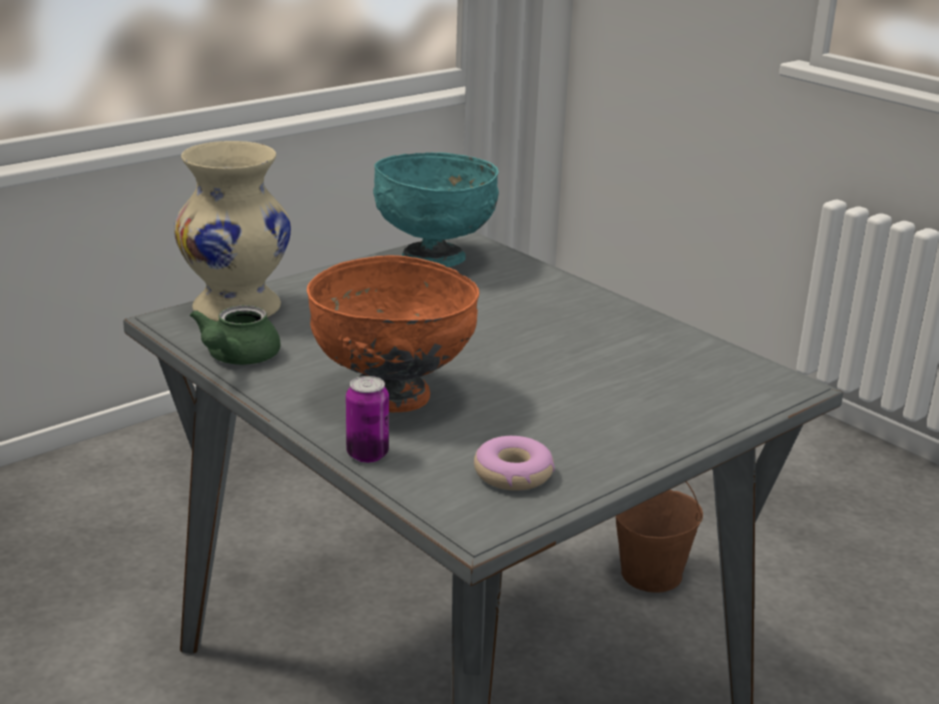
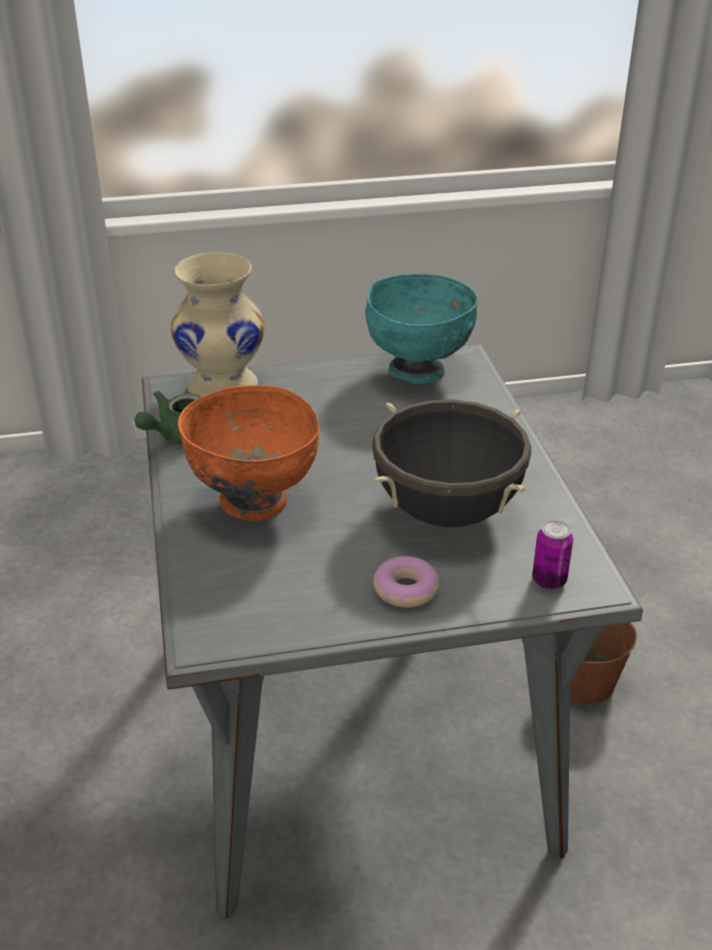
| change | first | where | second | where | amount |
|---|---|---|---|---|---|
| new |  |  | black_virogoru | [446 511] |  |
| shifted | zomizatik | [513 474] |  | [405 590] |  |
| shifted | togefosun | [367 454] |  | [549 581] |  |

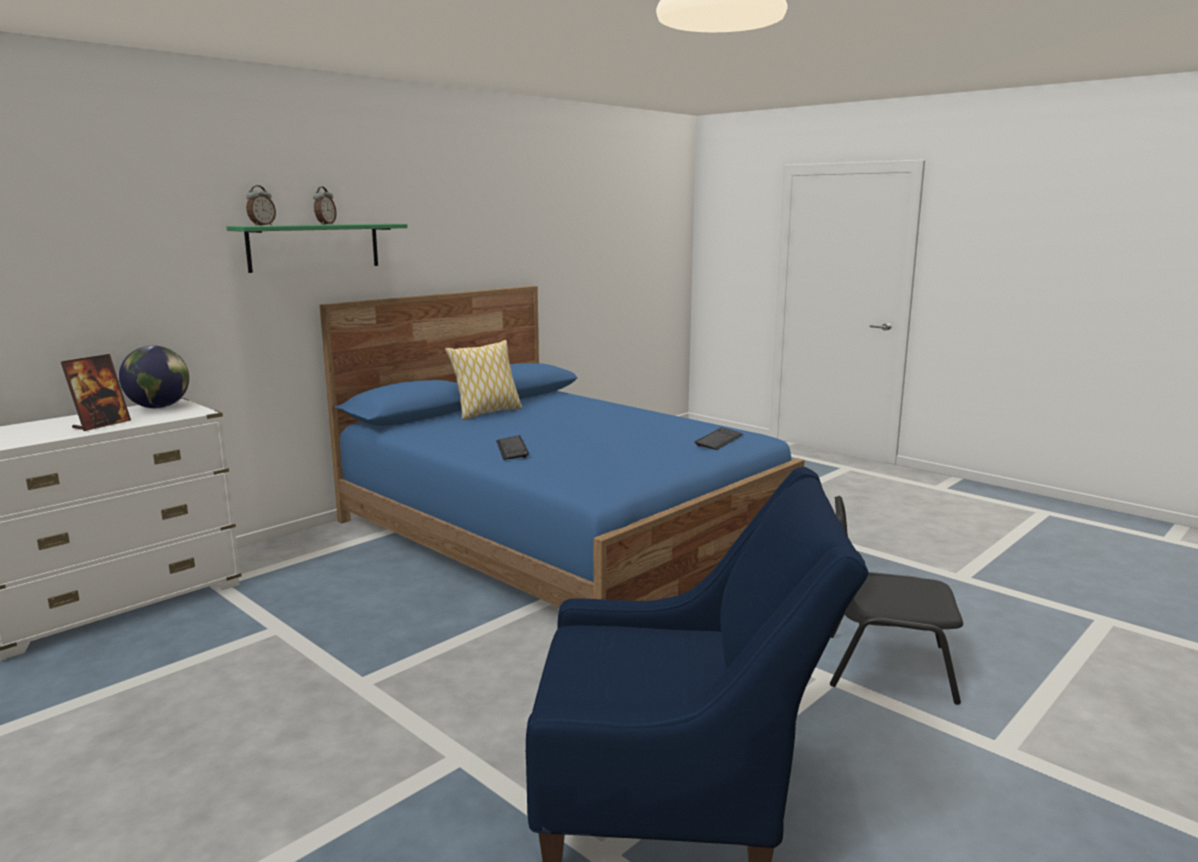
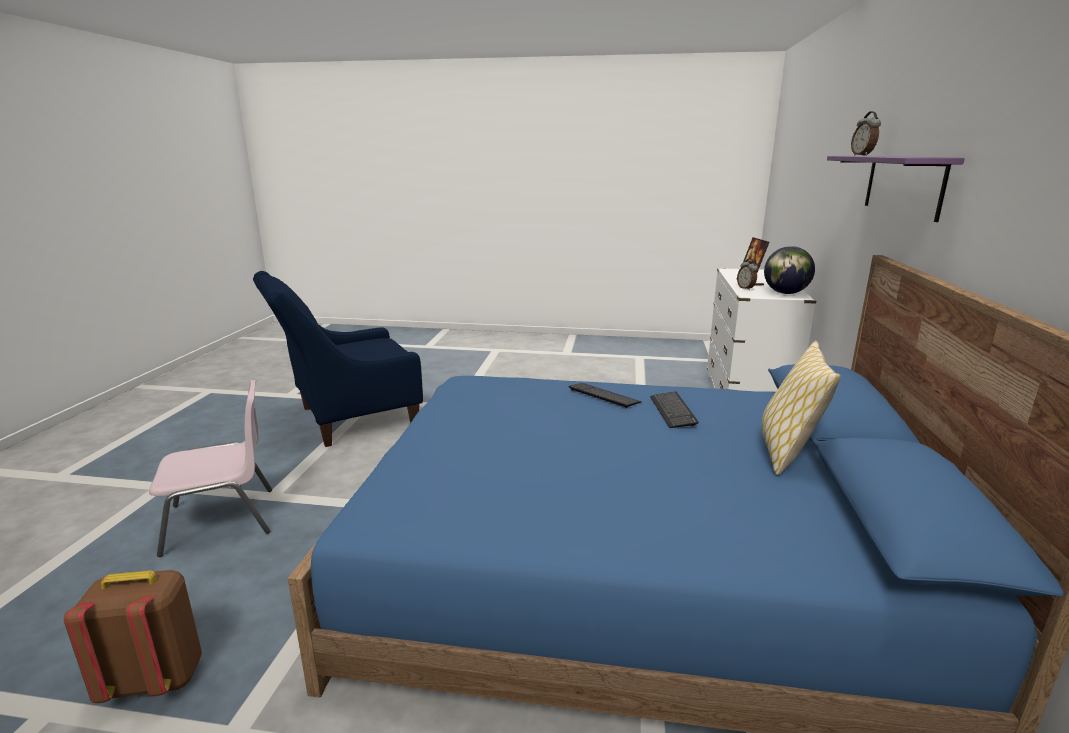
| change | first | where | second | where | amount |
|---|---|---|---|---|---|
| new |  |  | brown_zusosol | [155 679] |  |
| repainted | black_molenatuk | [886 666] | pink_molenatuk | [222 520] |  |
| shifted | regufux | [719 440] |  | [672 411] |  |
| shifted | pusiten | [325 224] |  | [746 288] |  |
| repainted | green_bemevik | [314 247] | purple_bemevik | [903 185] |  |

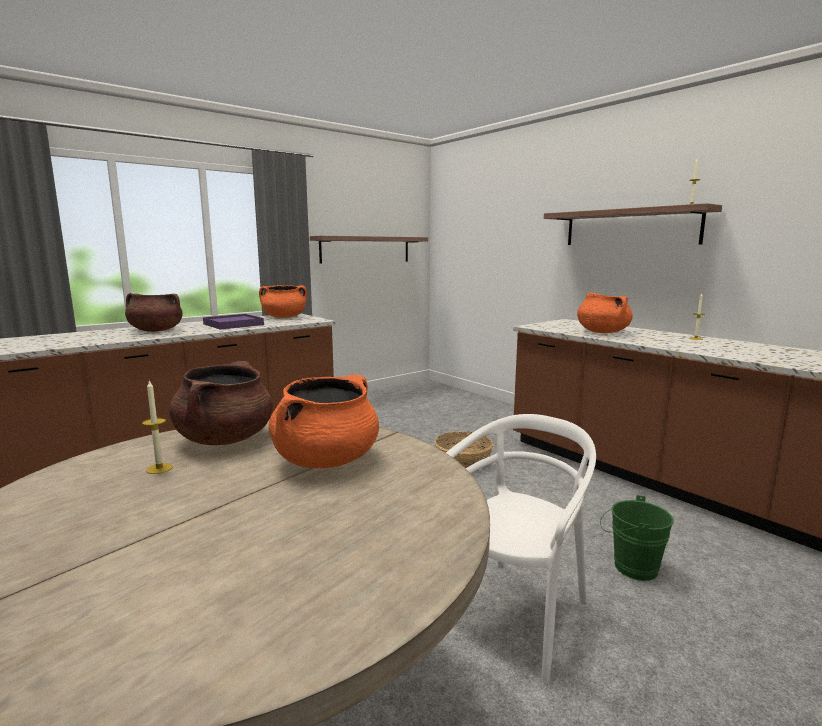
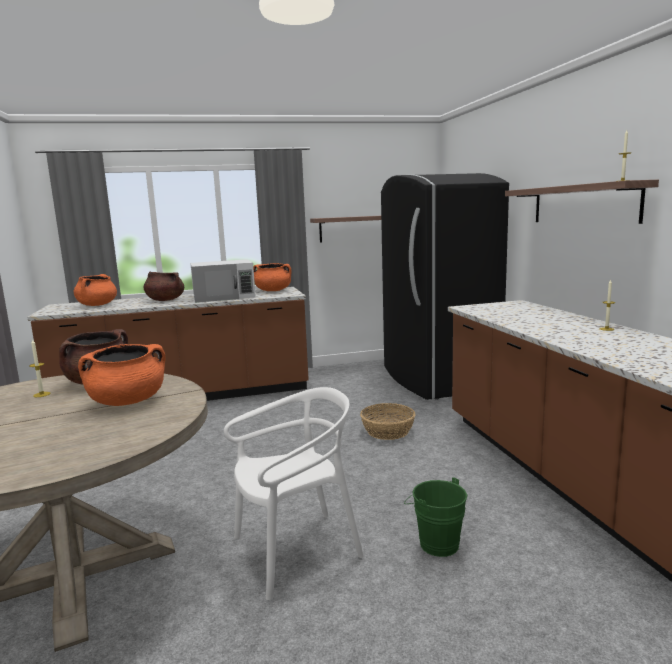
| change | first | where | second | where | amount |
|---|---|---|---|---|---|
| shifted | orange_virogoru | [602 332] |  | [97 305] |  |
| swapped | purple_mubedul | [233 324] | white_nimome | [224 296] |  |
| new |  |  | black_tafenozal | [436 379] |  |

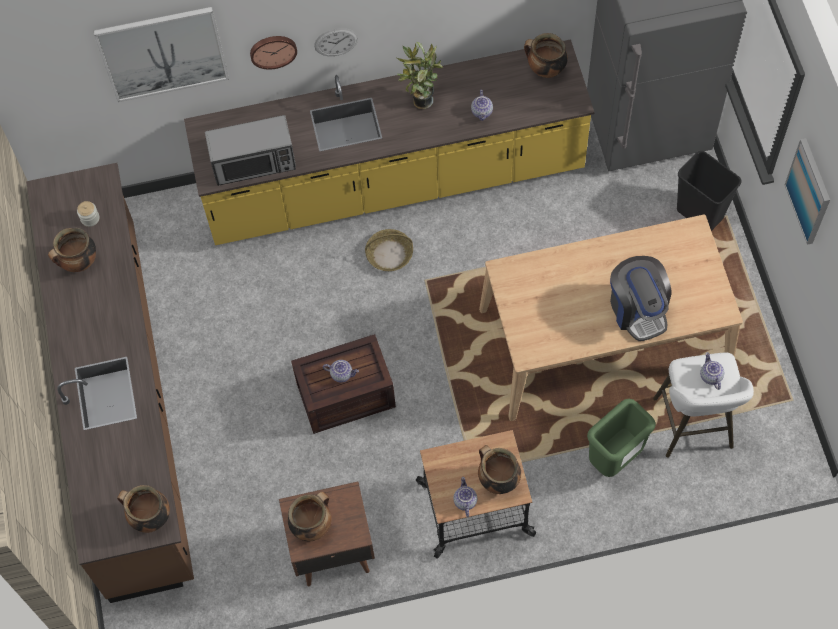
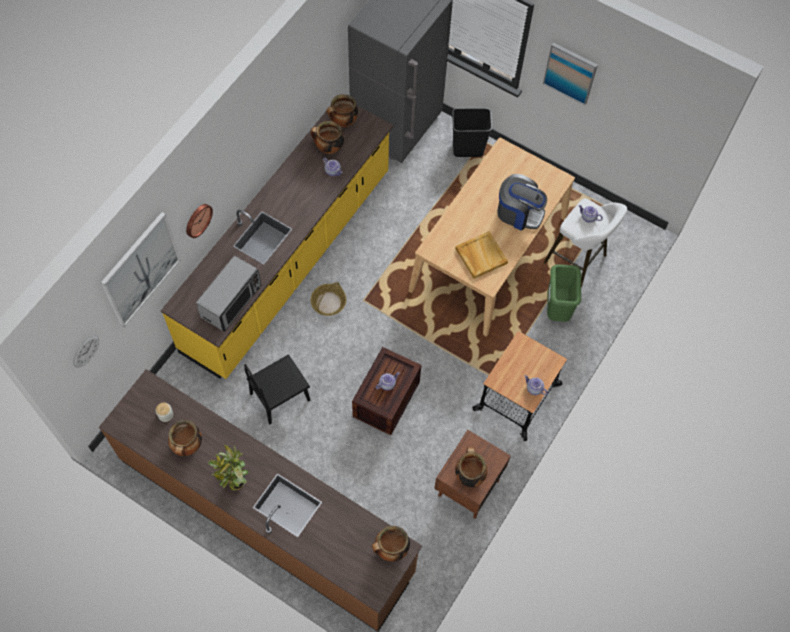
| change | first | where | second | where | amount |
|---|---|---|---|---|---|
| shifted | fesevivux | [336 42] |  | [86 351] |  |
| shifted | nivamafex | [420 101] |  | [235 483] |  |
| new |  |  | black_molenatuk | [280 396] |  |
| shifted | virogoru | [498 480] |  | [328 148] |  |
| new |  |  | beige_mubedul | [480 256] |  |

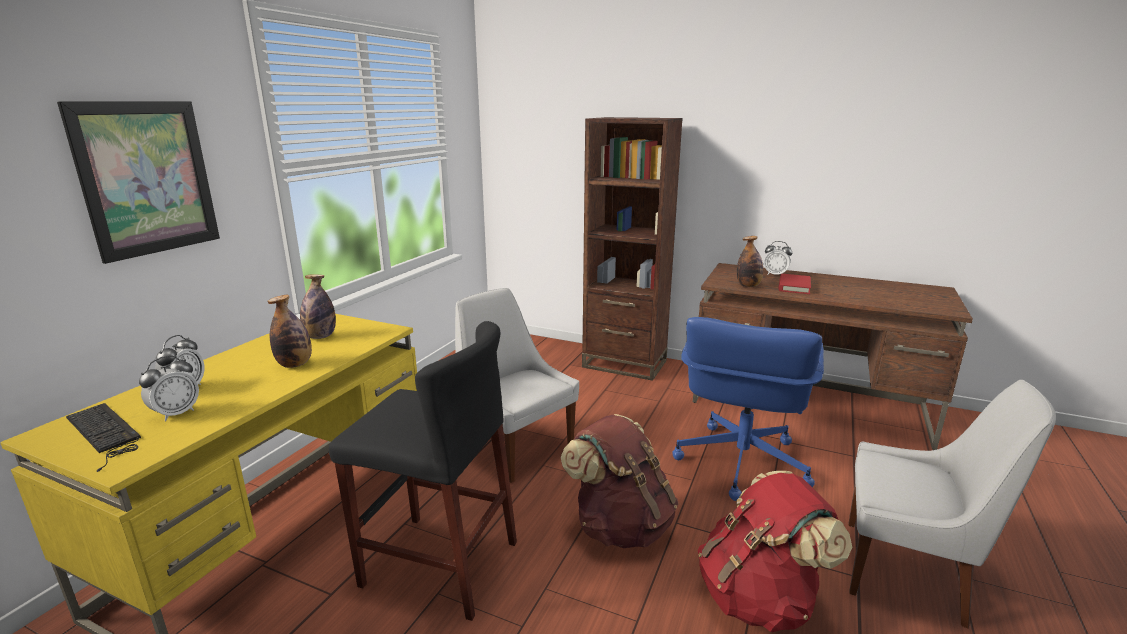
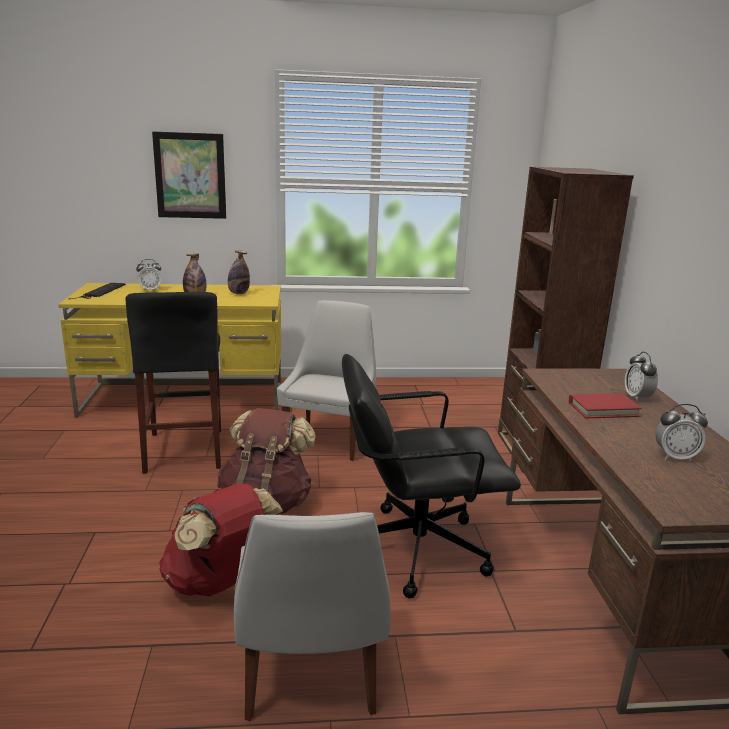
| change | first | where | second | where | amount |
|---|---|---|---|---|---|
| repainted | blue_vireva | [739 462] | black_vireva | [415 548] |  |
| shifted | pusiten | [176 413] |  | [675 457] |  |
| gone | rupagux | [748 286] |  |  |  |

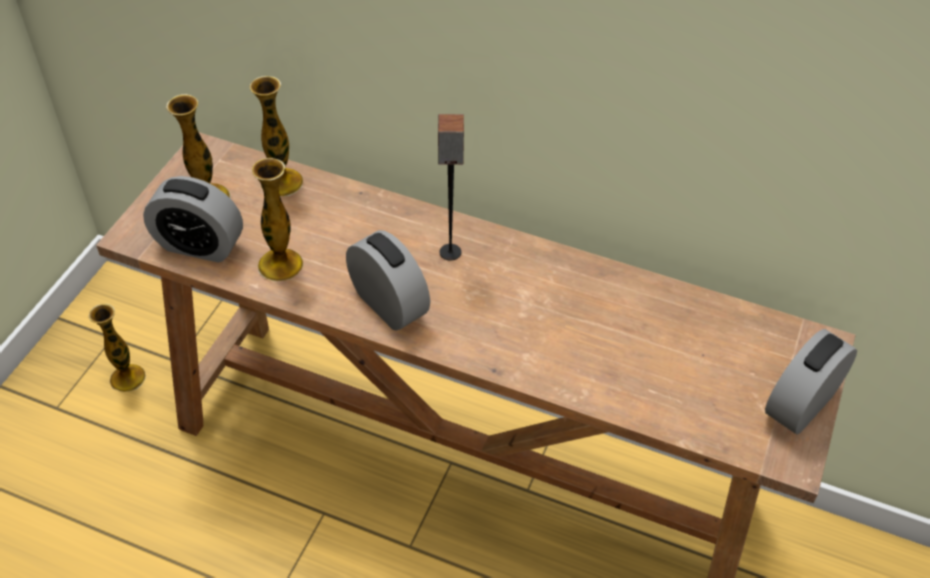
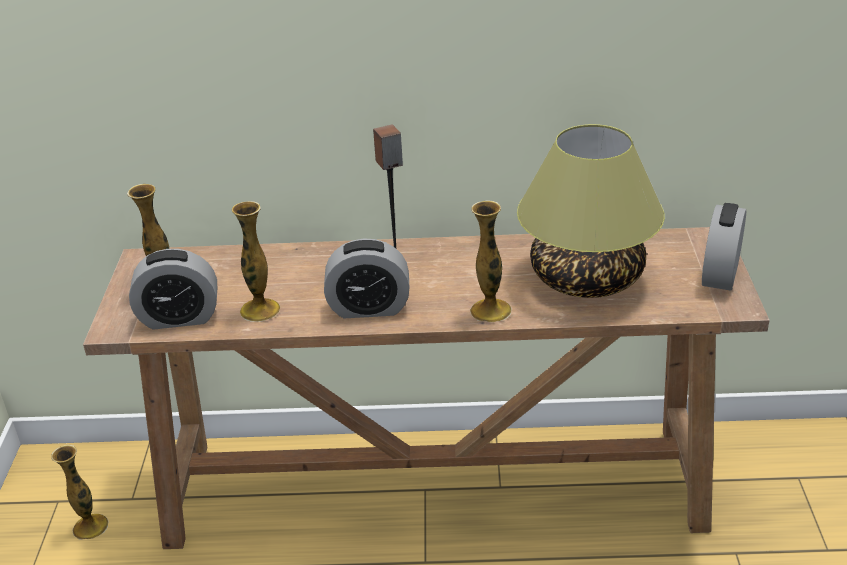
| change | first | where | second | where | amount |
|---|---|---|---|---|---|
| rotated | pusiten | [388 304] |  | [369 308] | 150 degrees clockwise |
| shifted | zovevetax | [282 182] |  | [490 310] |  |
| new |  |  | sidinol | [586 278] |  |

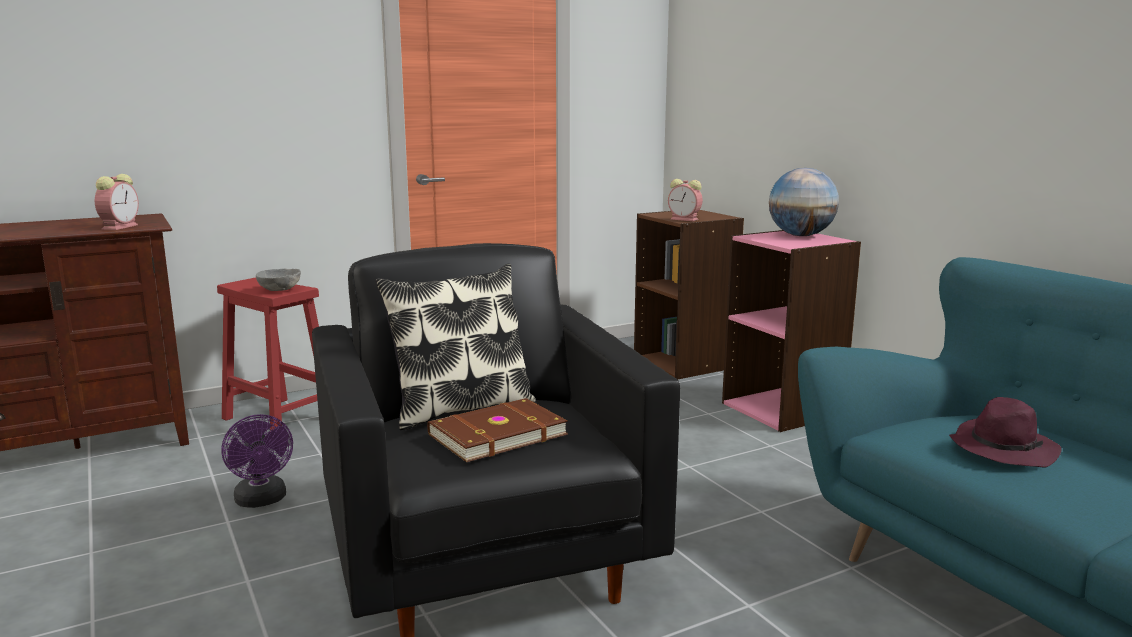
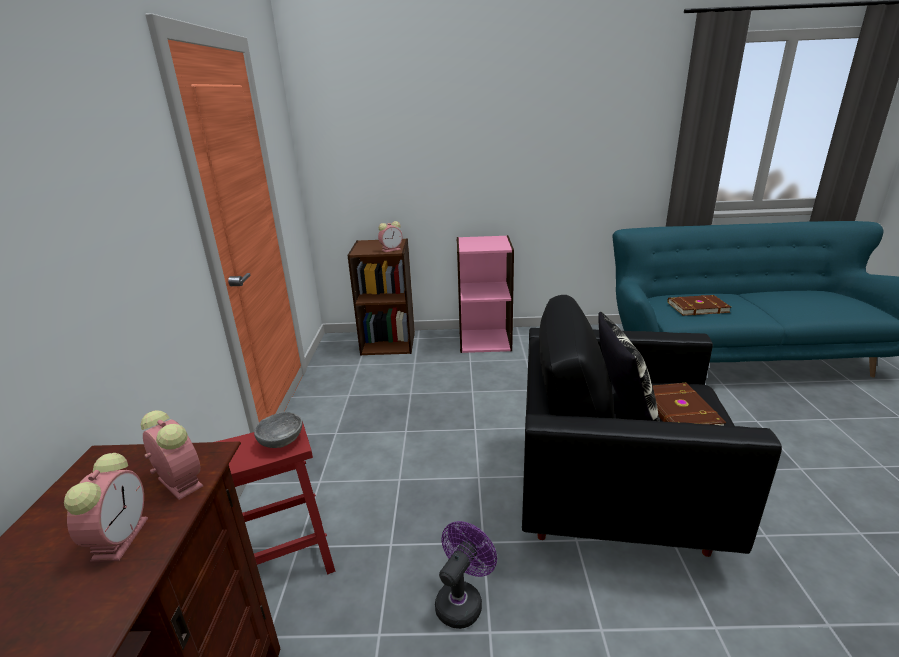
| change | first | where | second | where | amount |
|---|---|---|---|---|---|
| new |  |  | pusiten | [121 536] |  |
| rotated | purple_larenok | [262 501] |  | [462 600] | 60 degrees counterclockwise |
| swapped | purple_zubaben | [1002 449] | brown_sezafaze | [697 307] |  |
| gone | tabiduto | [801 235] |  |  |  |

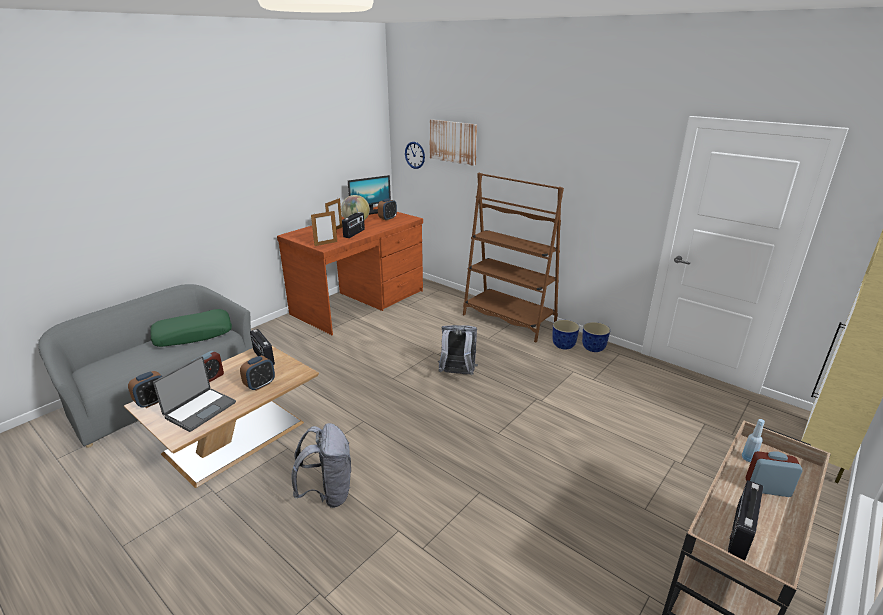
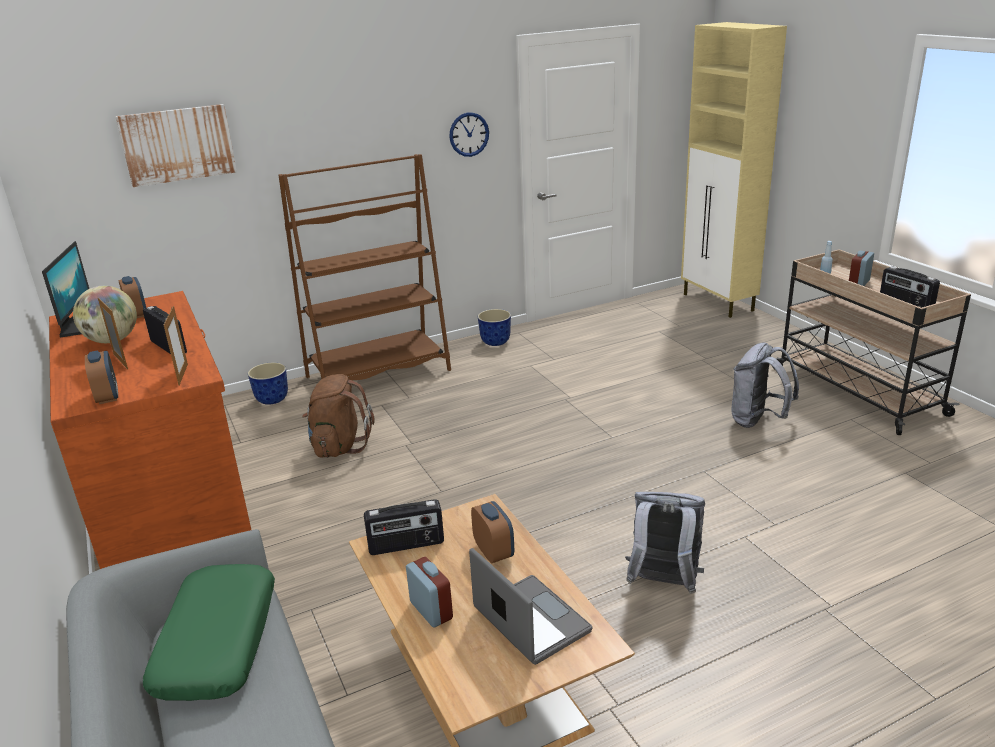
| change | first | where | second | where | amount |
|---|---|---|---|---|---|
| shifted | pusiten | [152 402] |  | [107 397] |  |
| shifted | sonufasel | [563 345] |  | [272 399] |  |
| new |  |  | brown_zusosol | [339 446] |  |
| shifted | fesevivux | [415 155] |  | [469 134] |  |
| shifted | grey_zusosol | [457 374] |  | [758 421] |  |

